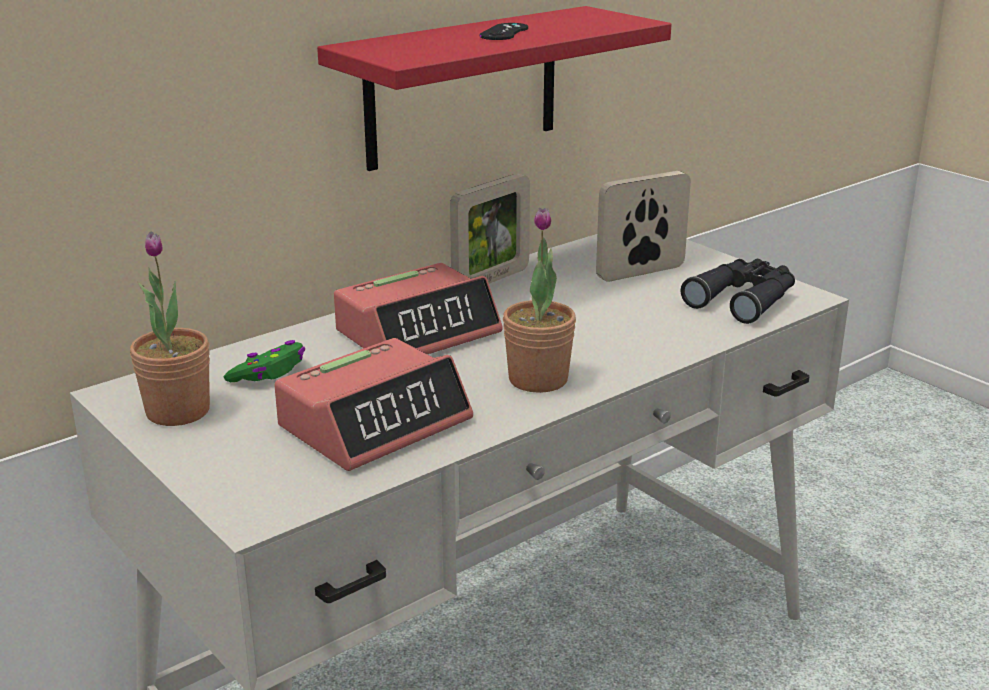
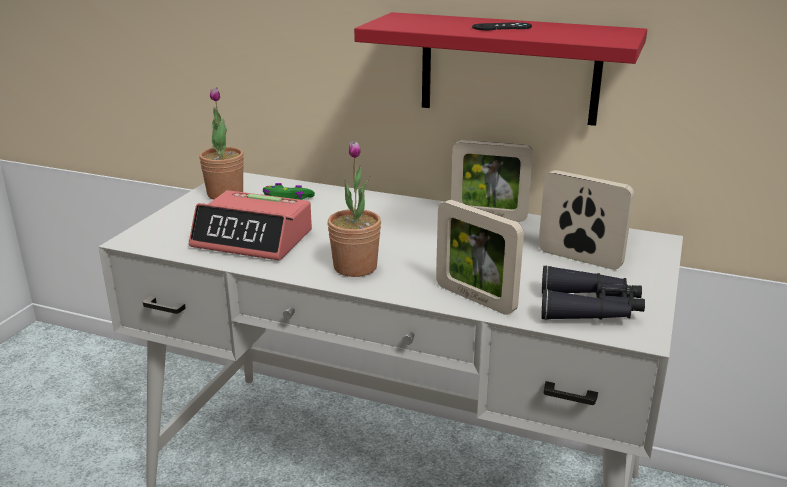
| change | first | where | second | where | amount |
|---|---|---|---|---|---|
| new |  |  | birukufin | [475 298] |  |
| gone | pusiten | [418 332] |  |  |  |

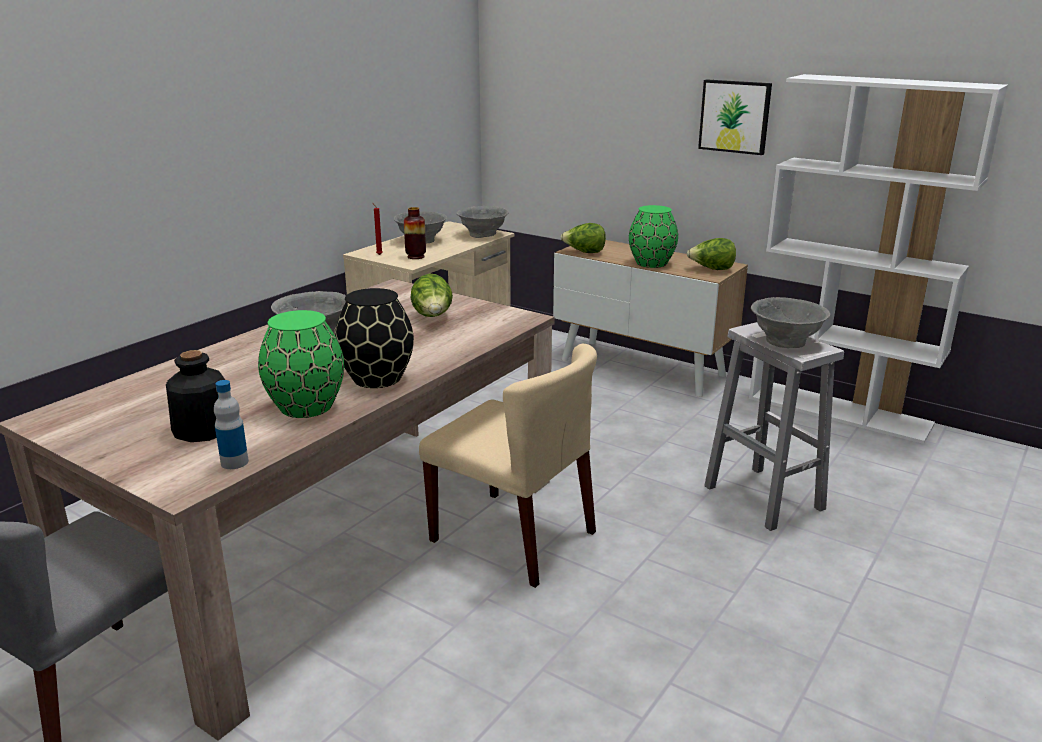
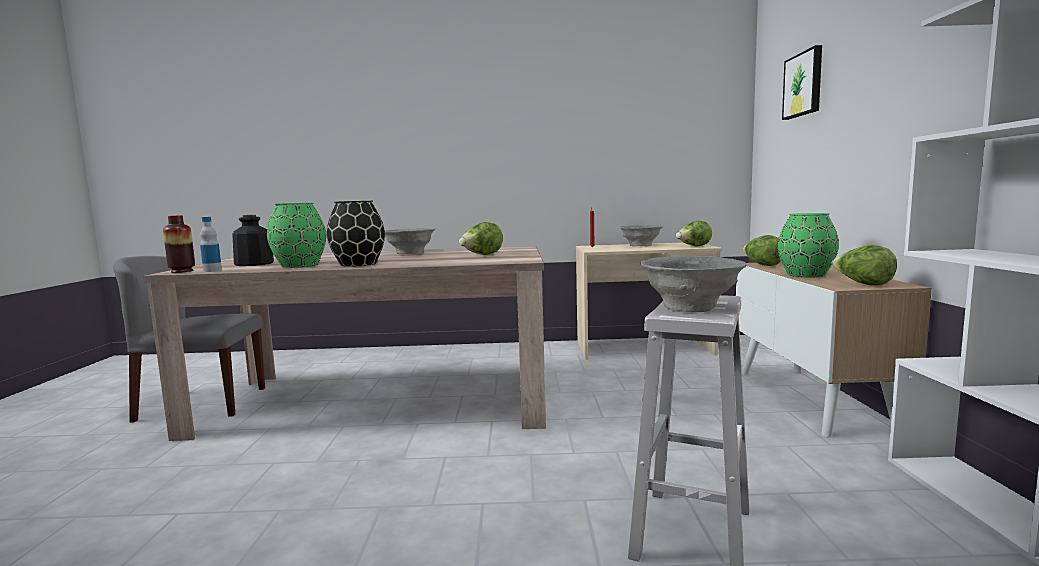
| change | first | where | second | where | amount |
|---|---|---|---|---|---|
| shifted | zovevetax | [416 257] |  | [182 271] |  |
| swapped | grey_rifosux | [483 235] | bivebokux | [693 246] |  |
| shifted | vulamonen | [735 116] |  | [804 84] |  |
| gone | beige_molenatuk | [514 537] |  |  |  |

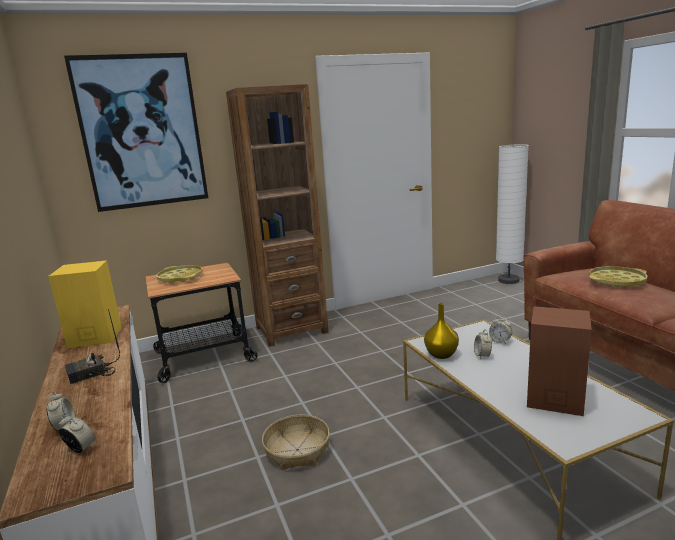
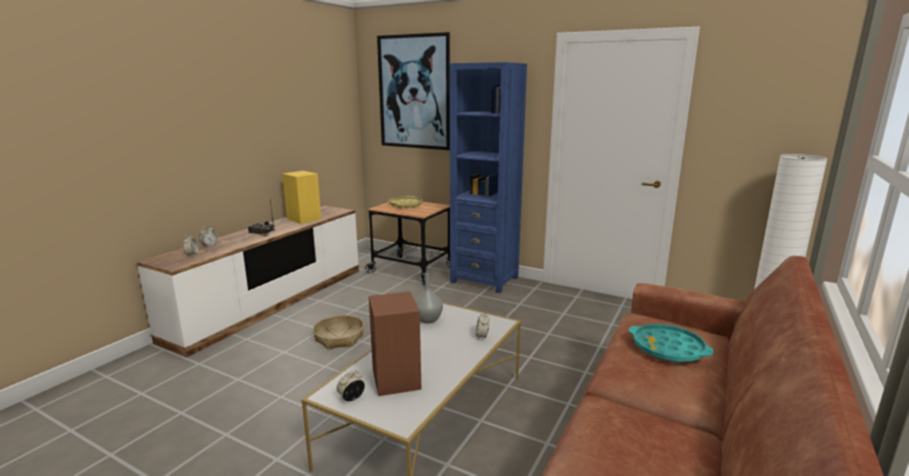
| change | first | where | second | where | amount |
|---|---|---|---|---|---|
| shifted | pusiten | [482 355] |  | [351 398] |  |
| repainted | yellow_zovevetax | [442 354] | grey_zovevetax | [428 320] |  |
| repainted | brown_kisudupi | [291 330] | blue_kisudupi | [484 279] |  |
| repainted | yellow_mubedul | [617 281] | turquoise_mubedul | [668 349] |  |

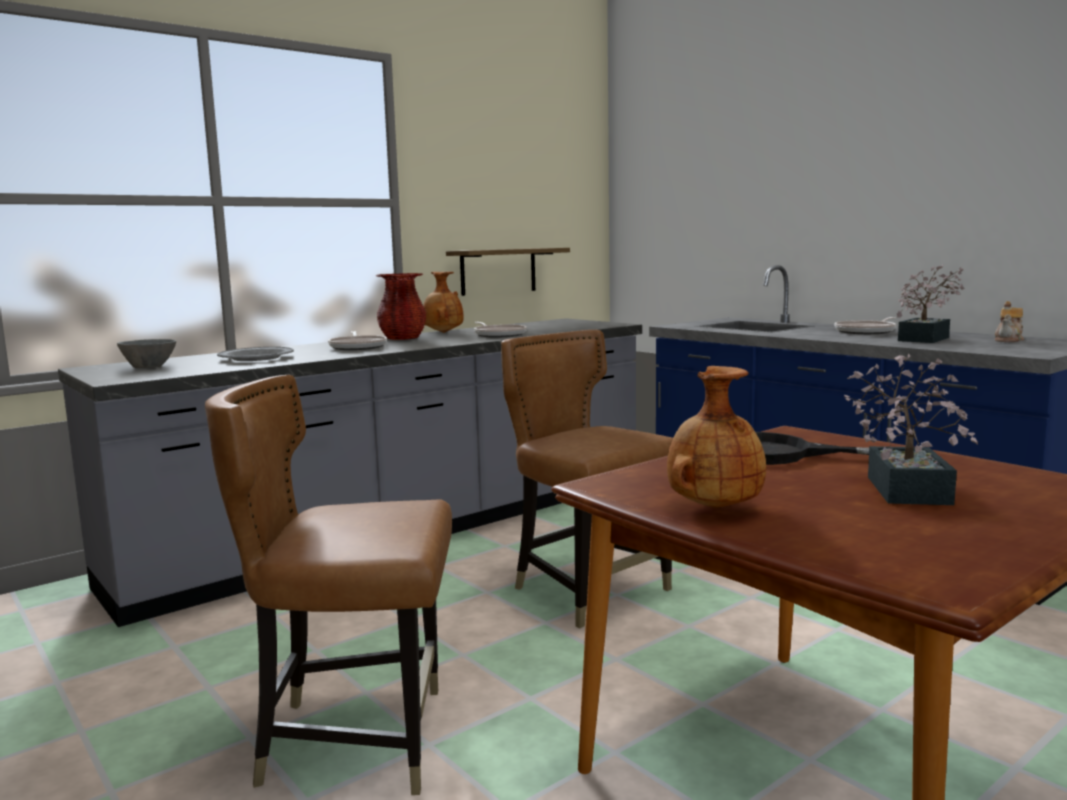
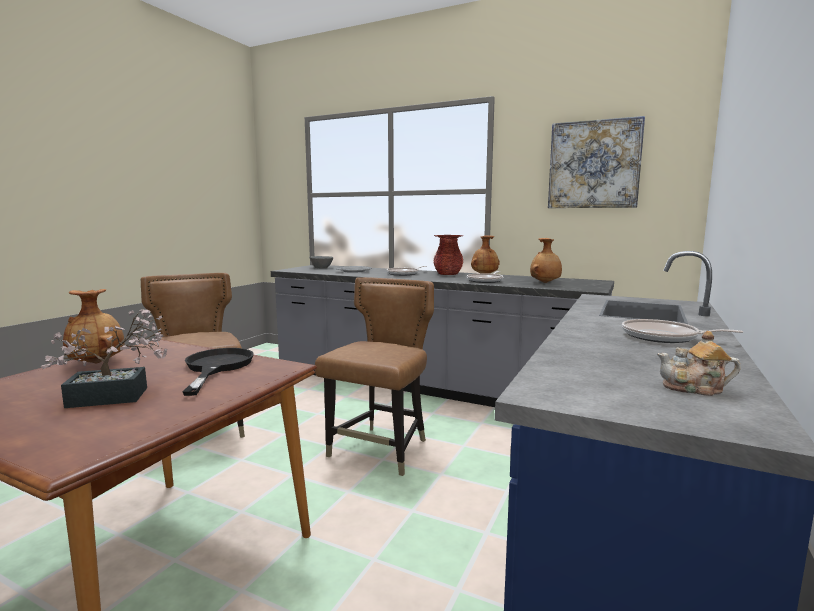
| change | first | where | second | where | amount |
|---|---|---|---|---|---|
| new |  |  | brown_zovevetax | [545 282] |  |
| new |  |  | vulamonen | [594 165] |  |
| gone | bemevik | [498 271] |  |  |  |
| gone | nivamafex | [926 338] |  |  |  |

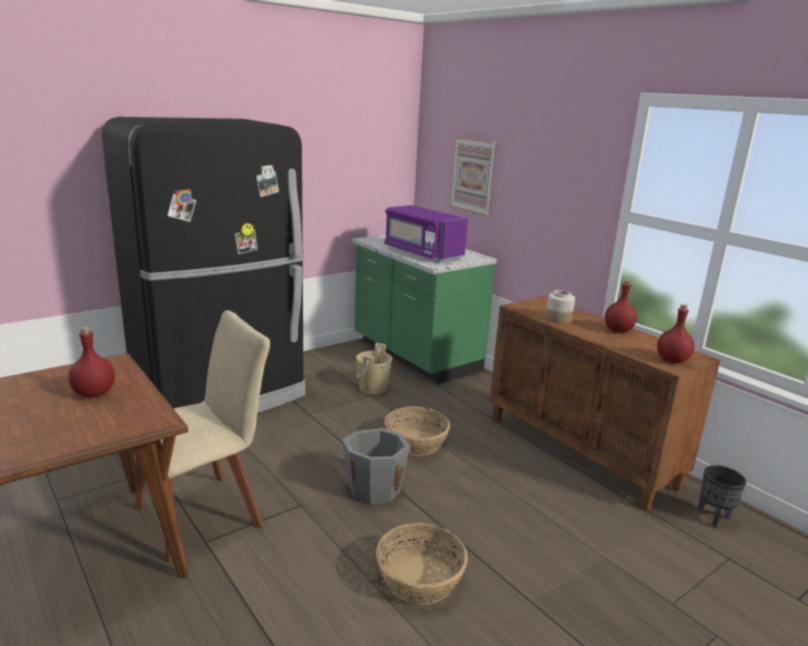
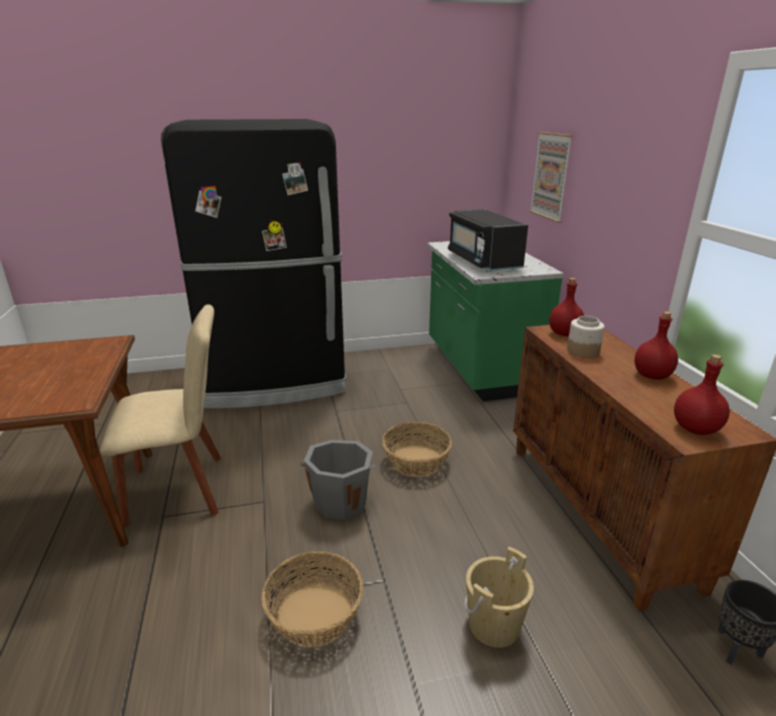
| change | first | where | second | where | amount |
|---|---|---|---|---|---|
| repainted | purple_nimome | [422 253] | black_nimome | [482 261] |  |
| shifted | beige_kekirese | [373 388] |  | [494 624] |  |
| shifted | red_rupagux | [93 393] |  | [564 333] |  |

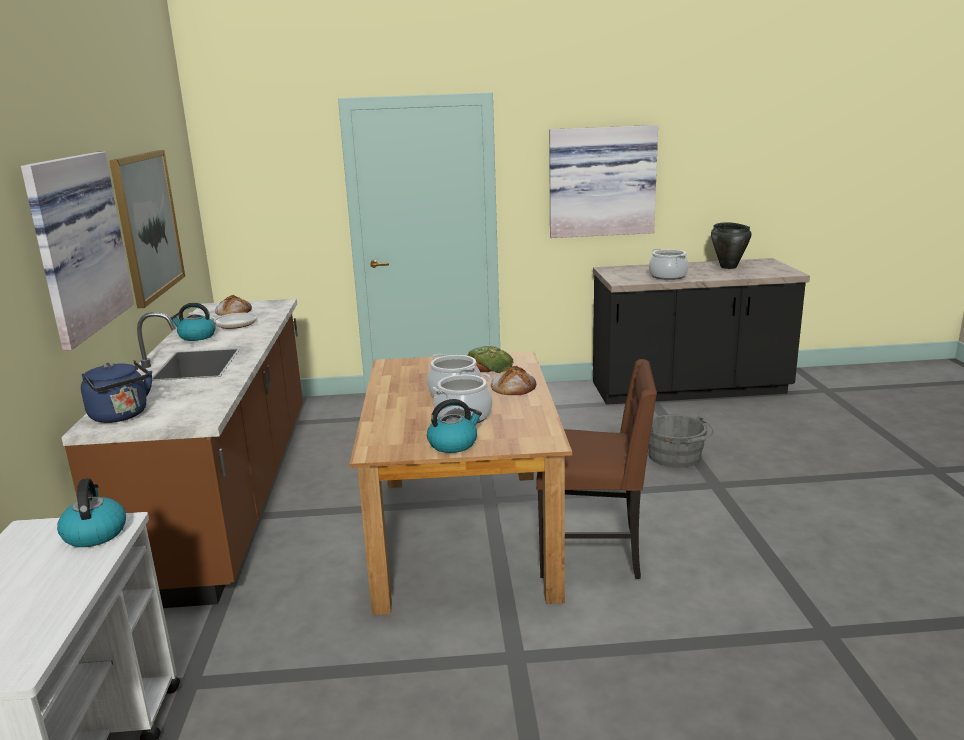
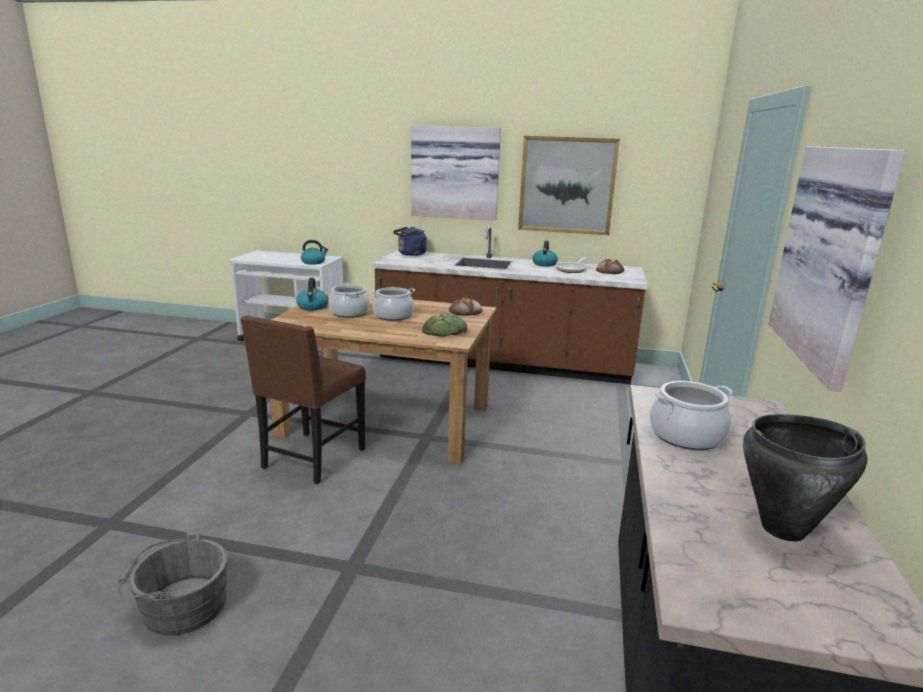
| change | first | where | second | where | amount |
|---|---|---|---|---|---|
| shifted | grey_kekirese | [676 457] |  | [180 606] |  |
| shifted | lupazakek | [513 387] |  | [466 311] |  |

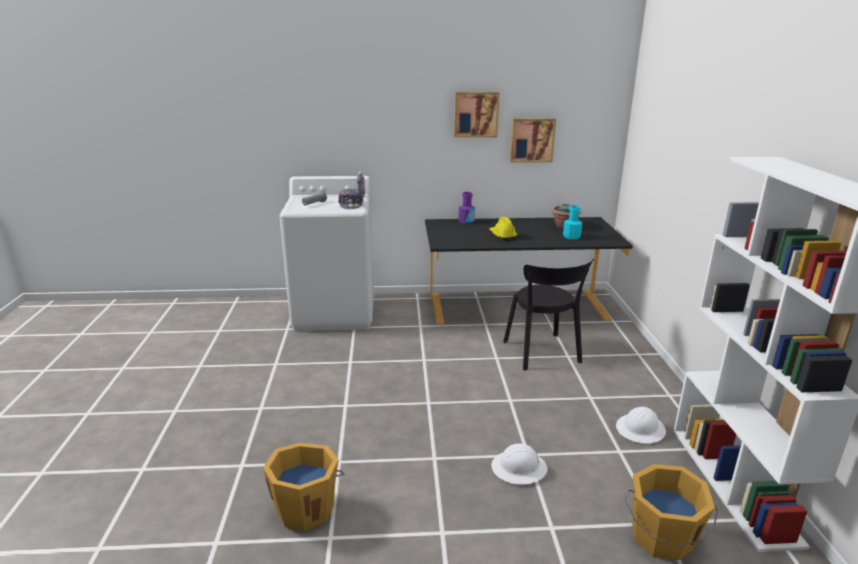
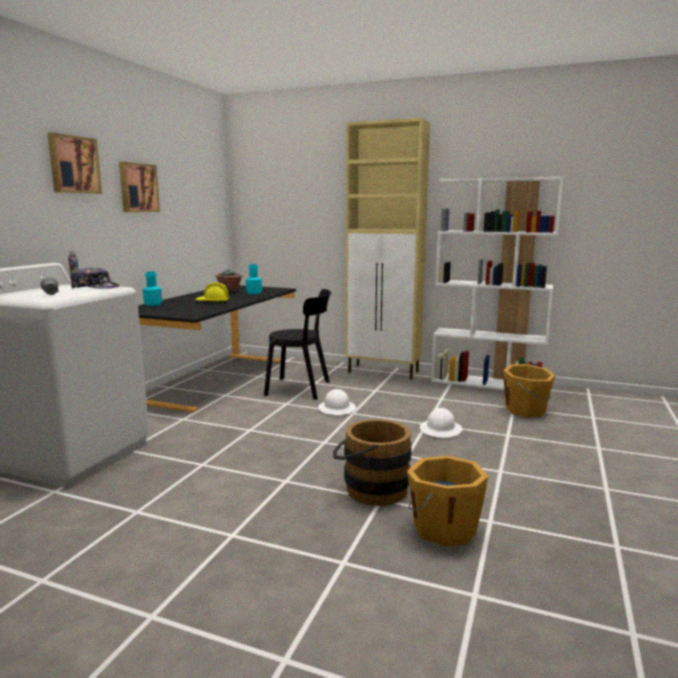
| change | first | where | second | where | amount |
|---|---|---|---|---|---|
| shifted | vulamonen | [532 140] |  | [73 165] |  |
| repainted | purple_rupagux | [466 221] | turquoise_rupagux | [153 304] |  |
| shifted | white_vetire | [640 430] |  | [337 409] |  |
| new |  |  | brown_kekirese | [370 489] |  |
| new |  |  | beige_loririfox | [384 372] |  |

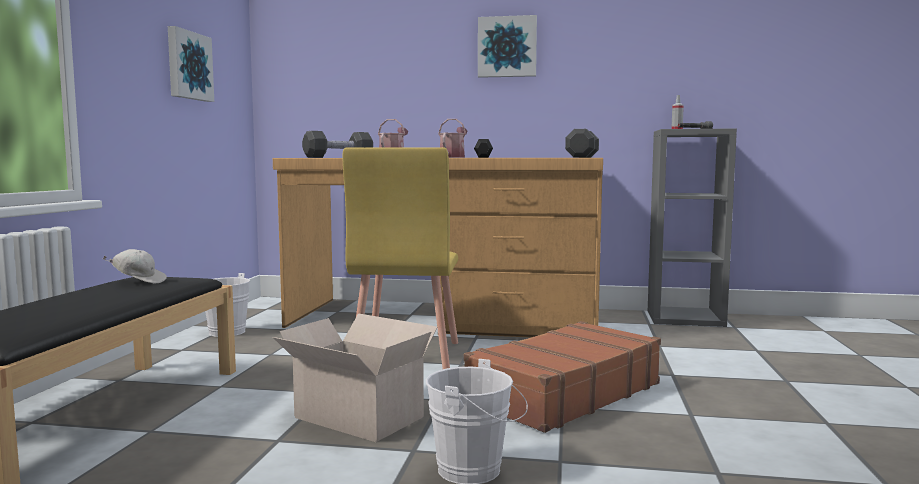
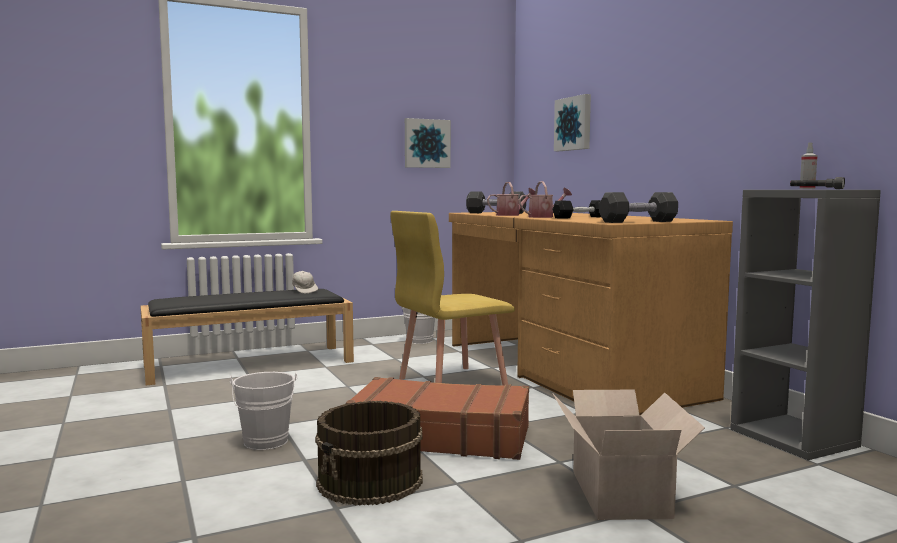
| change | first | where | second | where | amount |
|---|---|---|---|---|---|
| new |  |  | brown_kekirese | [371 481] |  |
| shifted | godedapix | [356 416] |  | [619 492] |  |
| shifted | vulamonen | [507 47] |  | [574 123] |  |

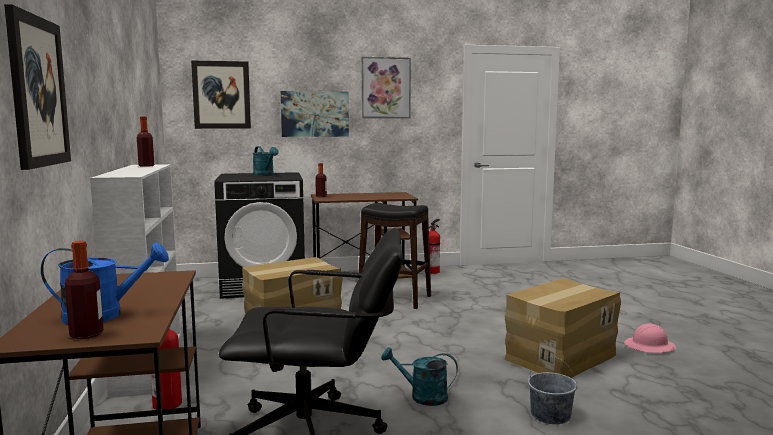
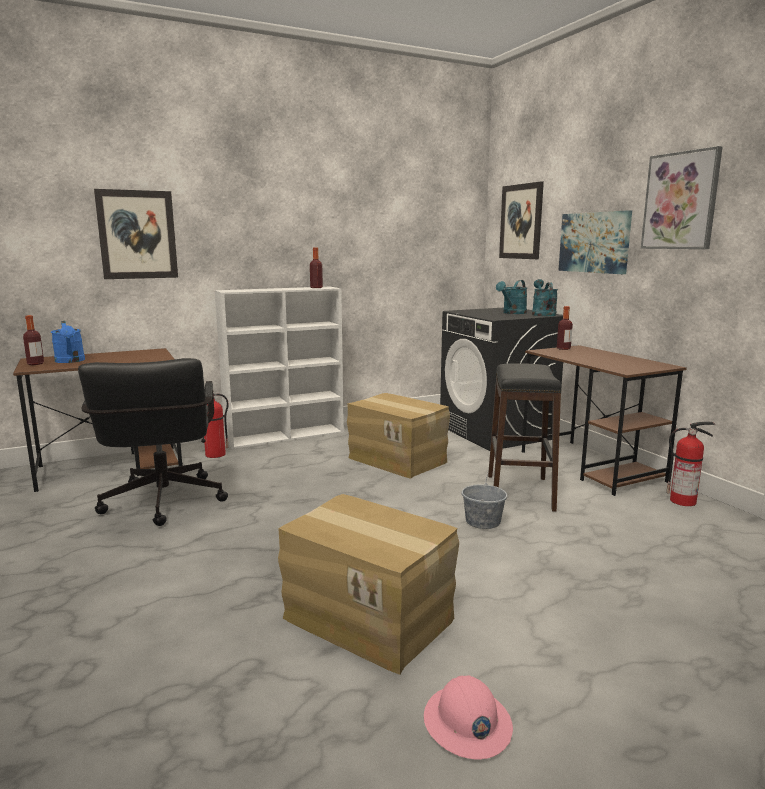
| change | first | where | second | where | amount |
|---|---|---|---|---|---|
| shifted | grey_kekirese | [550 415] |  | [483 521] |  |
| shifted | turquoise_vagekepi | [422 397] |  | [542 314] |  |

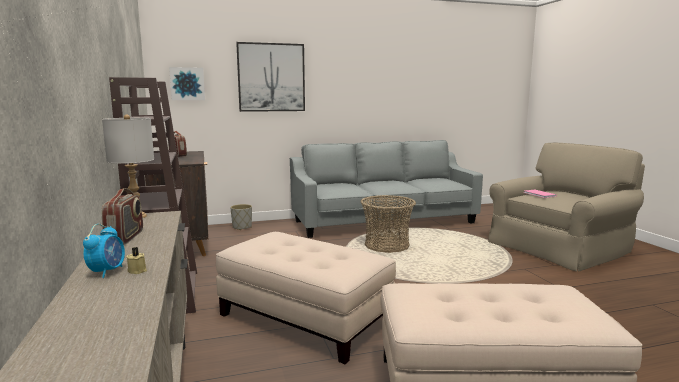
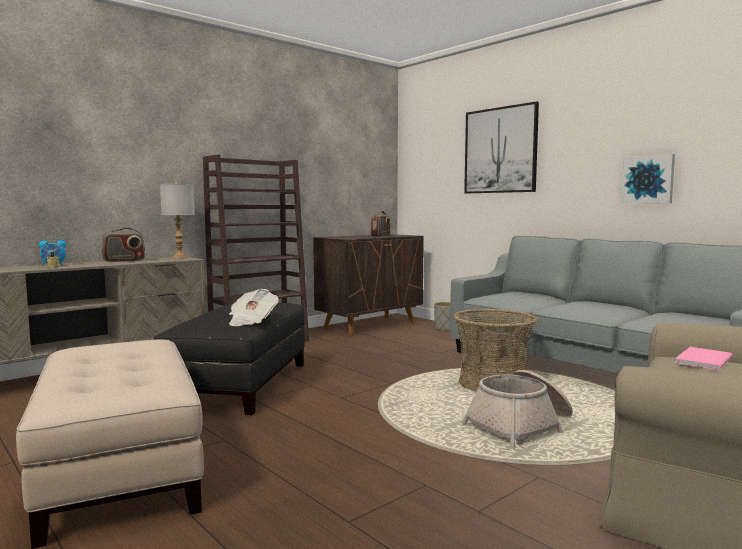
| change | first | where | second | where | amount |
|---|---|---|---|---|---|
| repainted | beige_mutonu | [303 319] | black_mutonu | [239 384] |  |
| new |  |  | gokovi | [251 321] |  |
| new |  |  | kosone | [520 427] |  |
| shifted | vulamonen | [187 84] |  | [648 179] |  |

